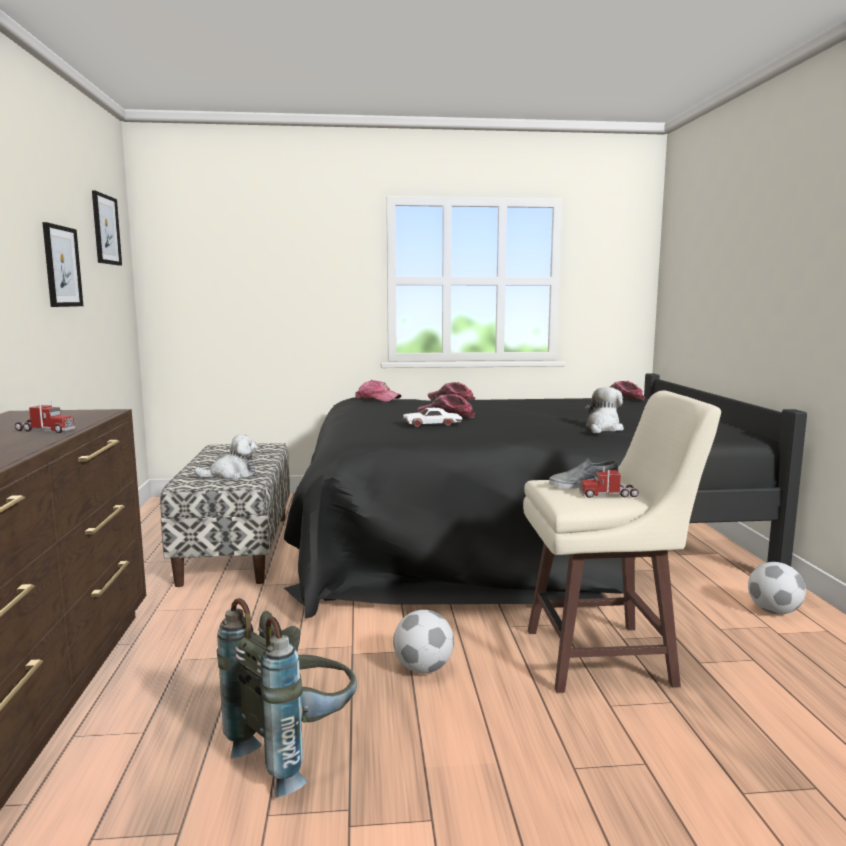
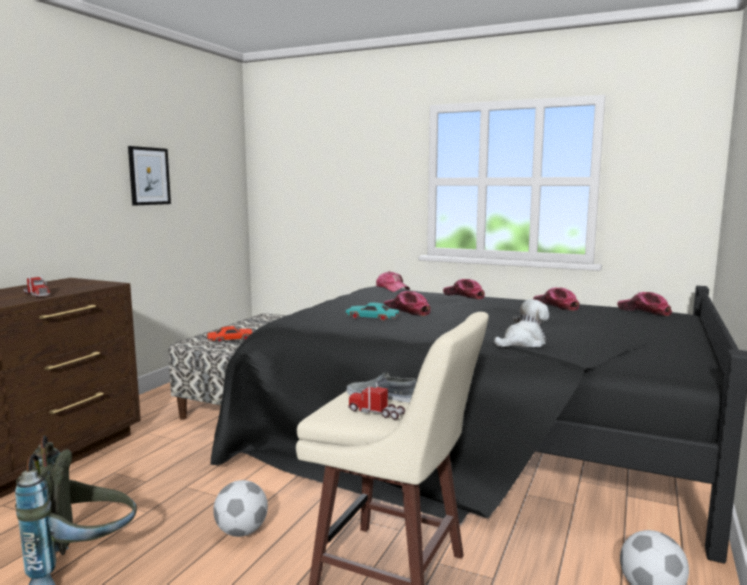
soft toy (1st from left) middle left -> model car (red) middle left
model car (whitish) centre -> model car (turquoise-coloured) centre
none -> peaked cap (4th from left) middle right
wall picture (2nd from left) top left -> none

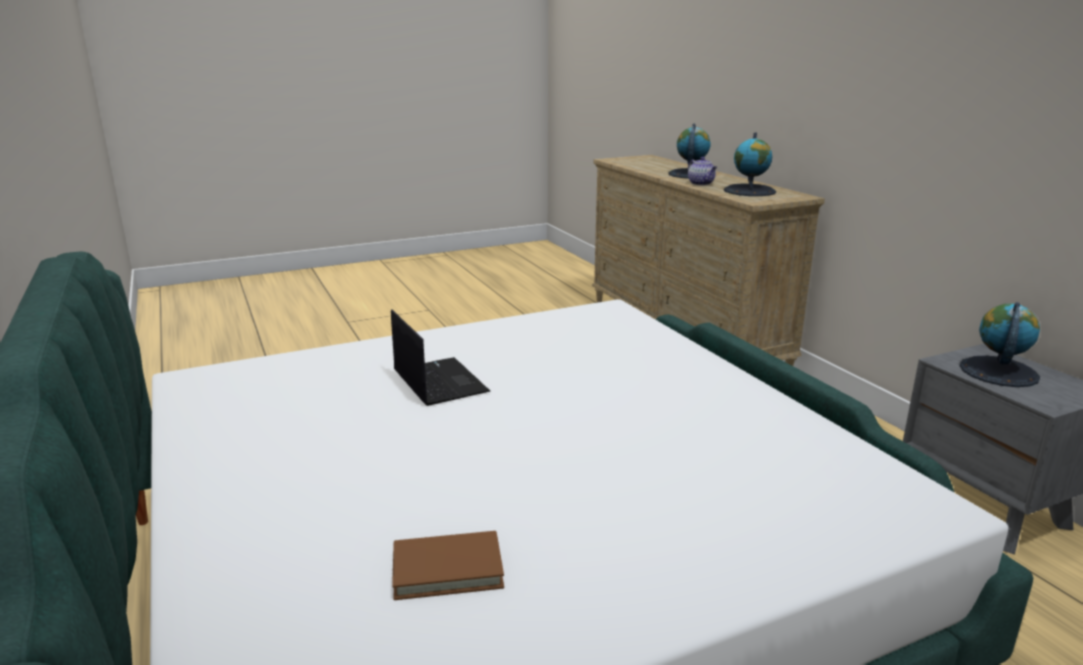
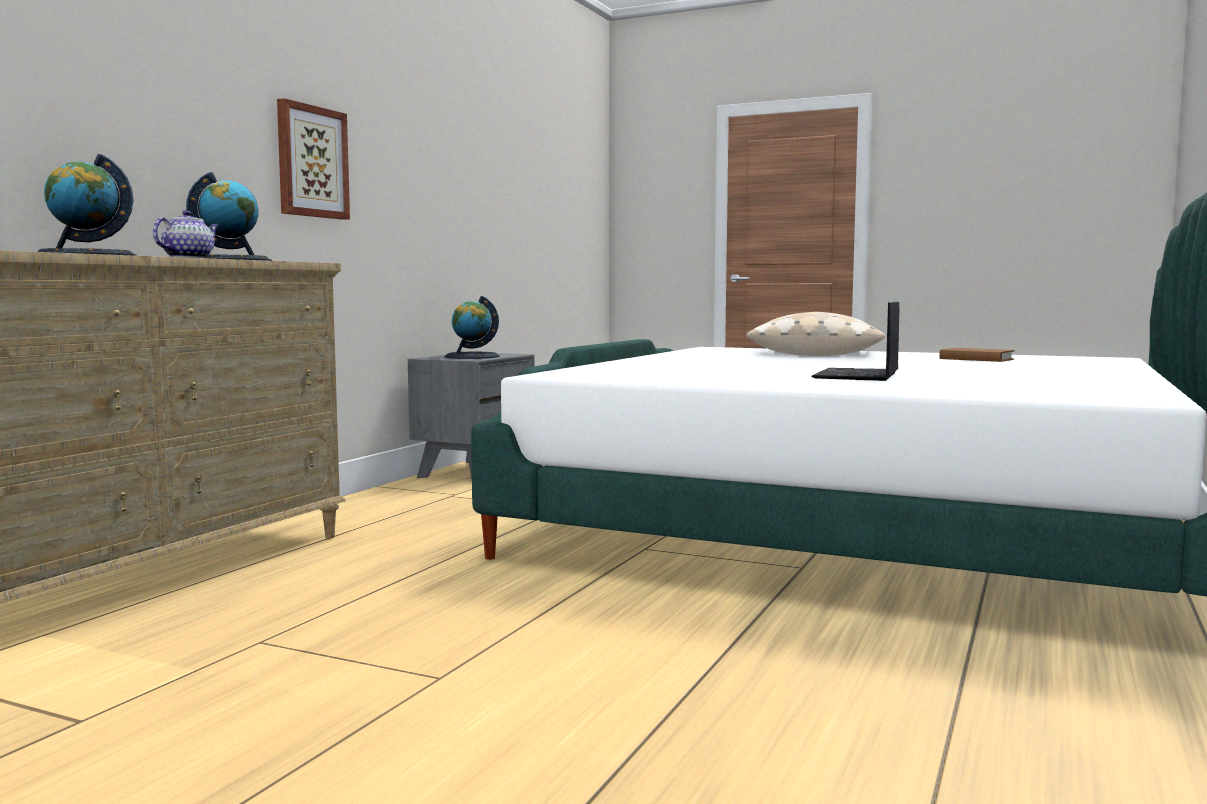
none -> wall picture top left
none -> throw pillow (beige) middle right

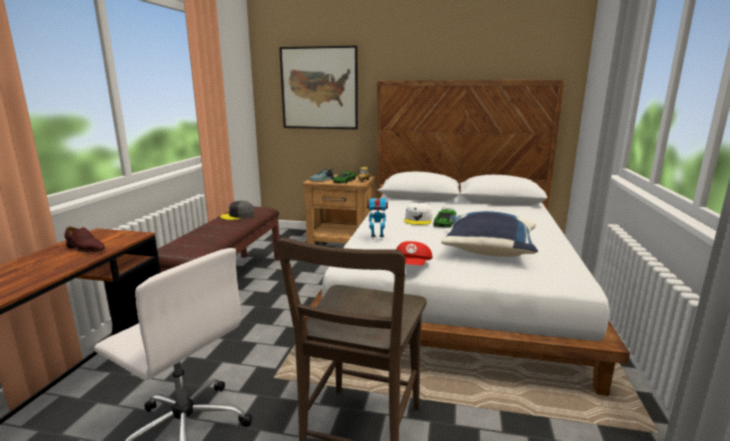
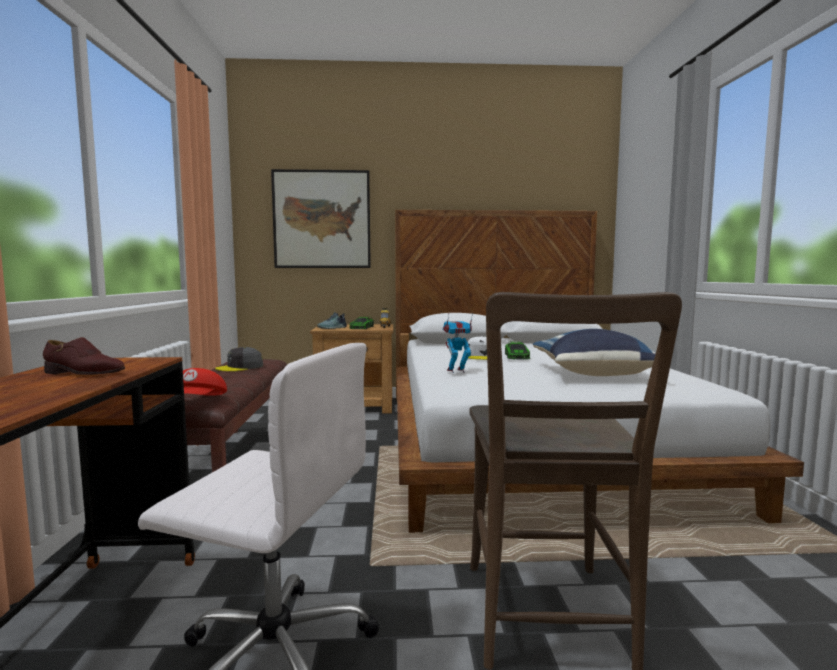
peaked cap (red) centre -> peaked cap (red) middle left, moved

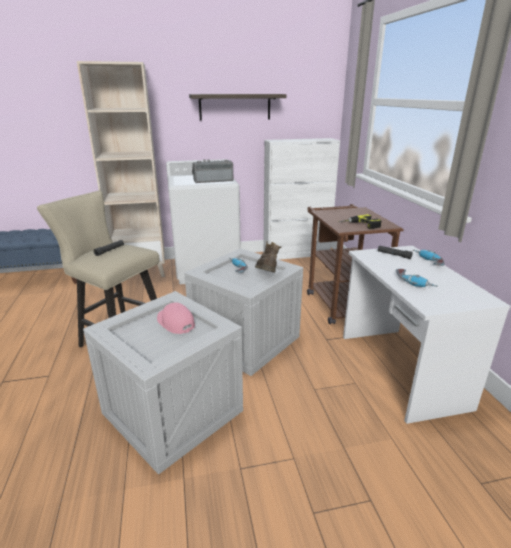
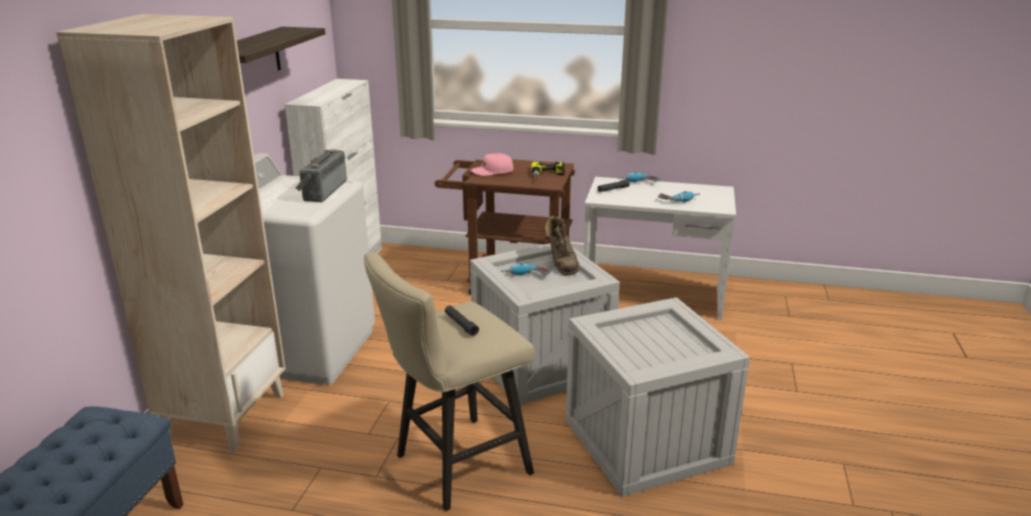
peaked cap (pink-coloured) centre -> peaked cap (pink-coloured) top centre, moved
high-top boot (brownish) centre, 120 degrees counterclockwise

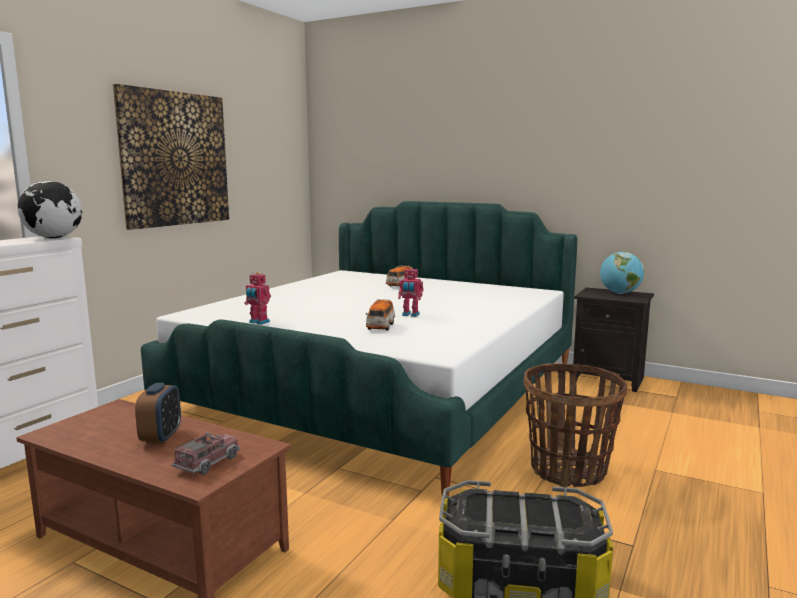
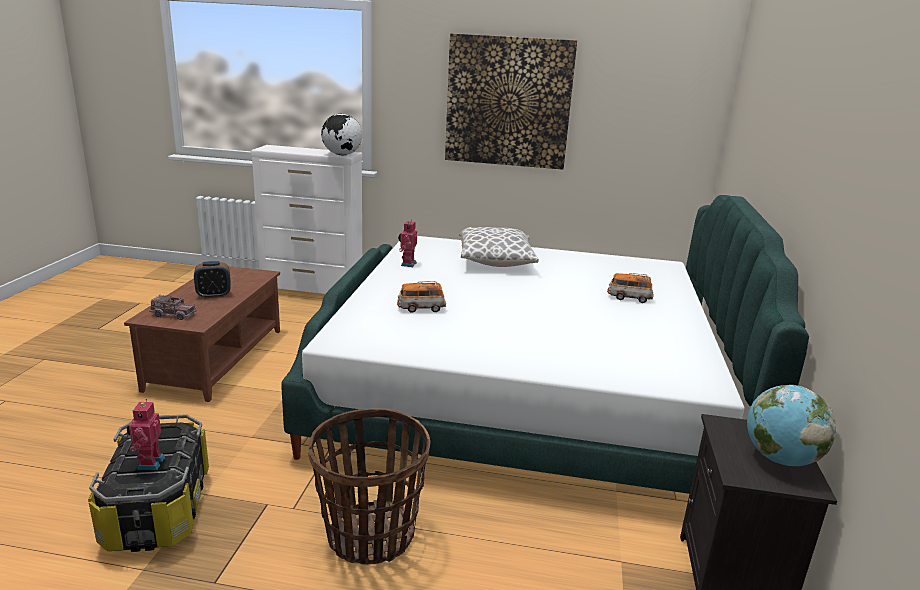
toy robot (2nd from left in the first image) centre -> toy robot (1st from left) bottom left, moved
none -> throw pillow centre

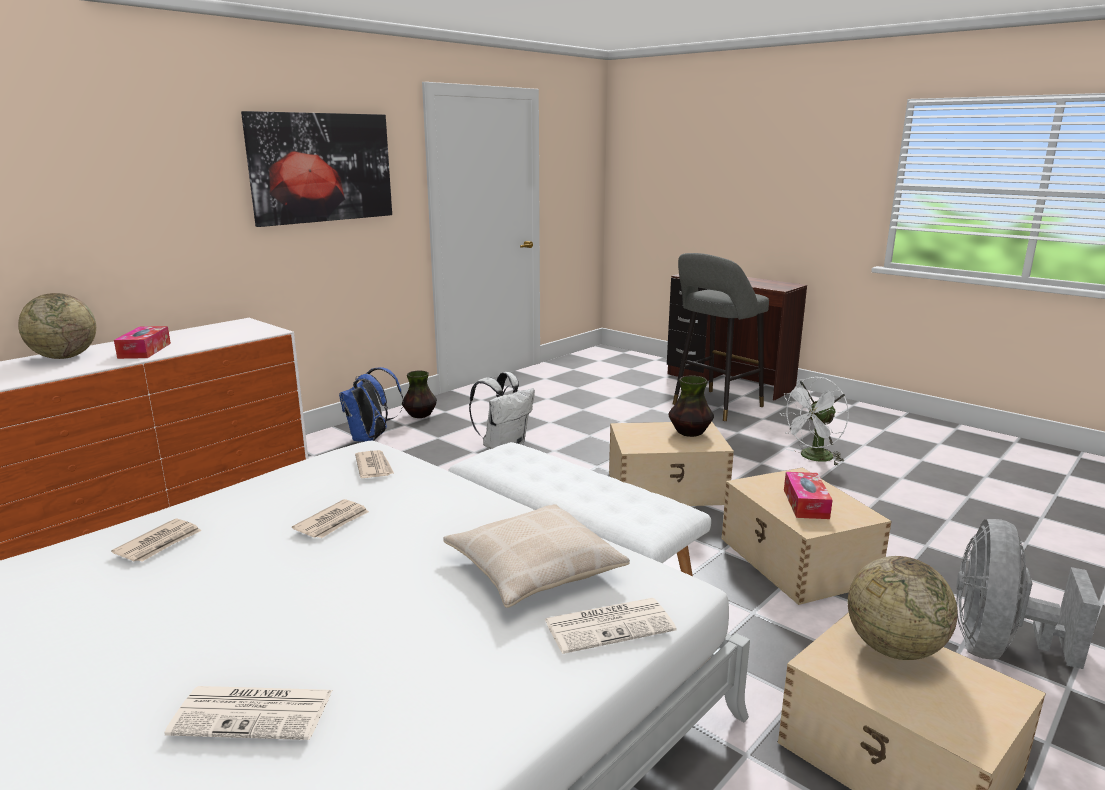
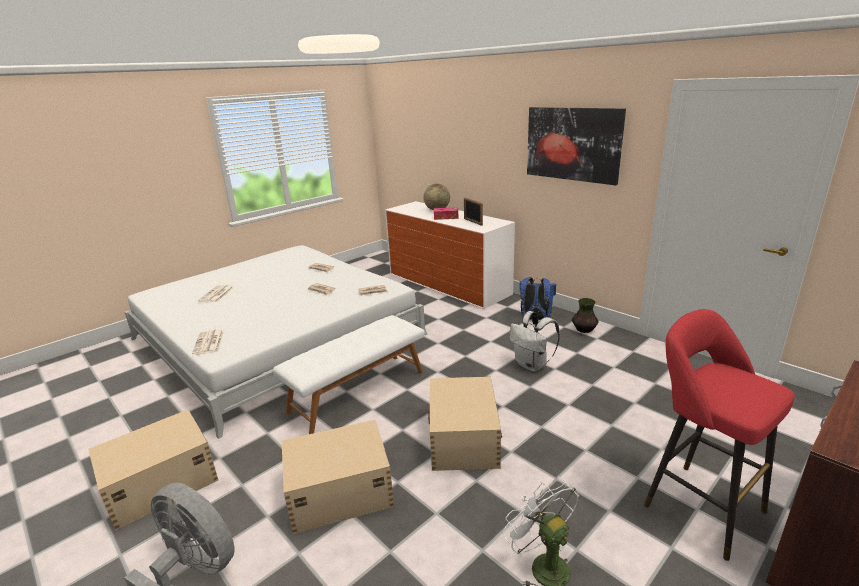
none -> photo frame centre
stool (grey) centre -> stool (red) bottom right
throw pillow (beige) bottom centre -> none
vase (2nd from left) centre -> none
tissue box (2nd from left) middle right -> none
world globe (2nd from left) bottom right -> none

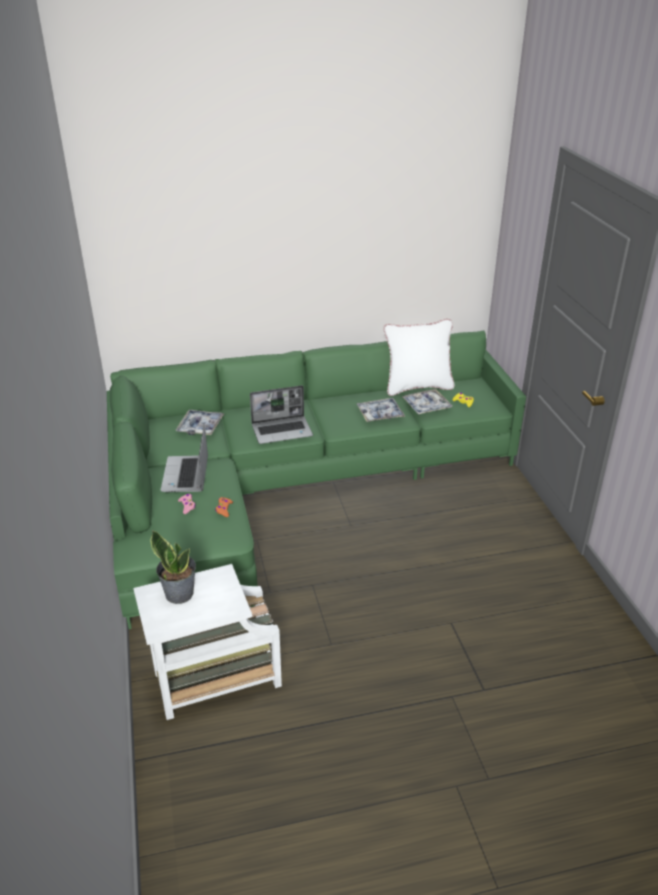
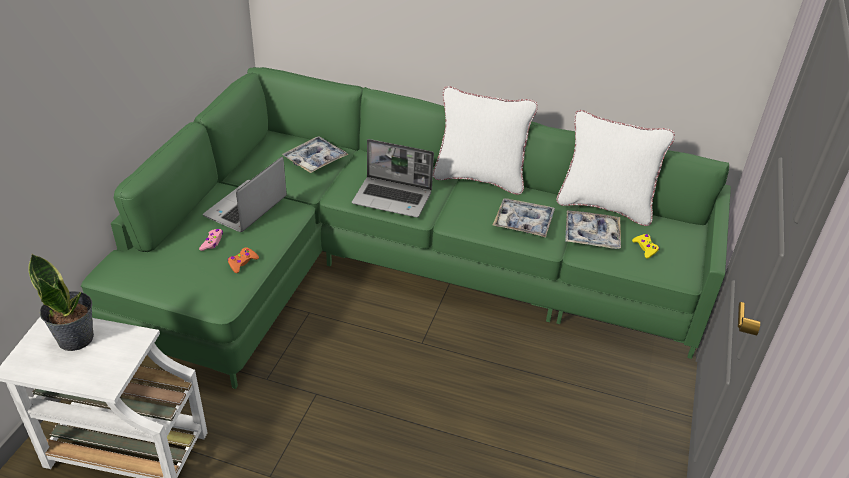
none -> throw pillow (whitish) (1st from left) top centre

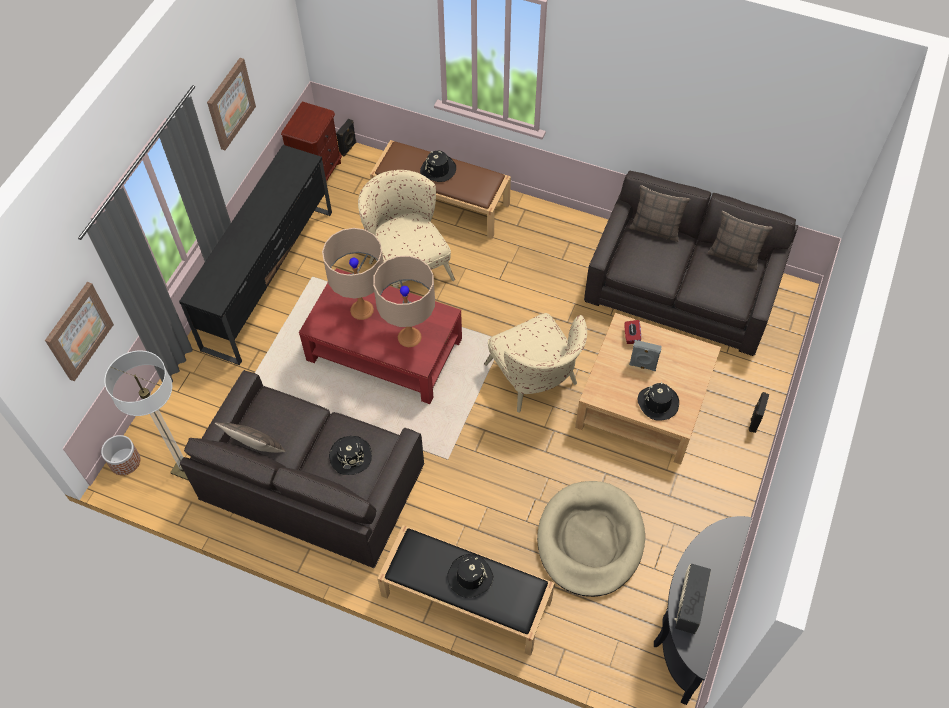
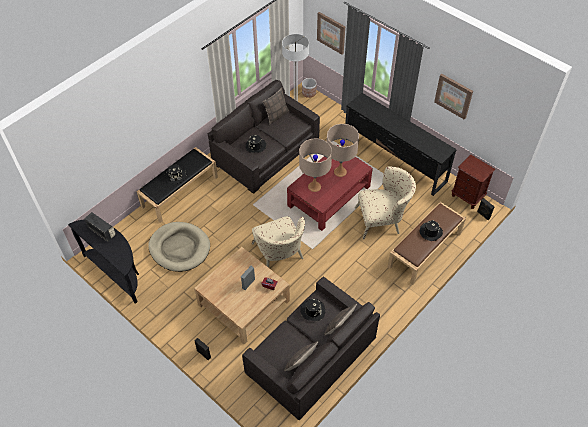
lounge chair (beige) (2nd from left in the first image) centre -> lounge chair (beige) (1st from left) centre, 105 degrees counterclockwise
clothing hat (blackish) (4th from left in the first image) middle right -> clothing hat (blackish) (3rd from left) bottom centre, moved

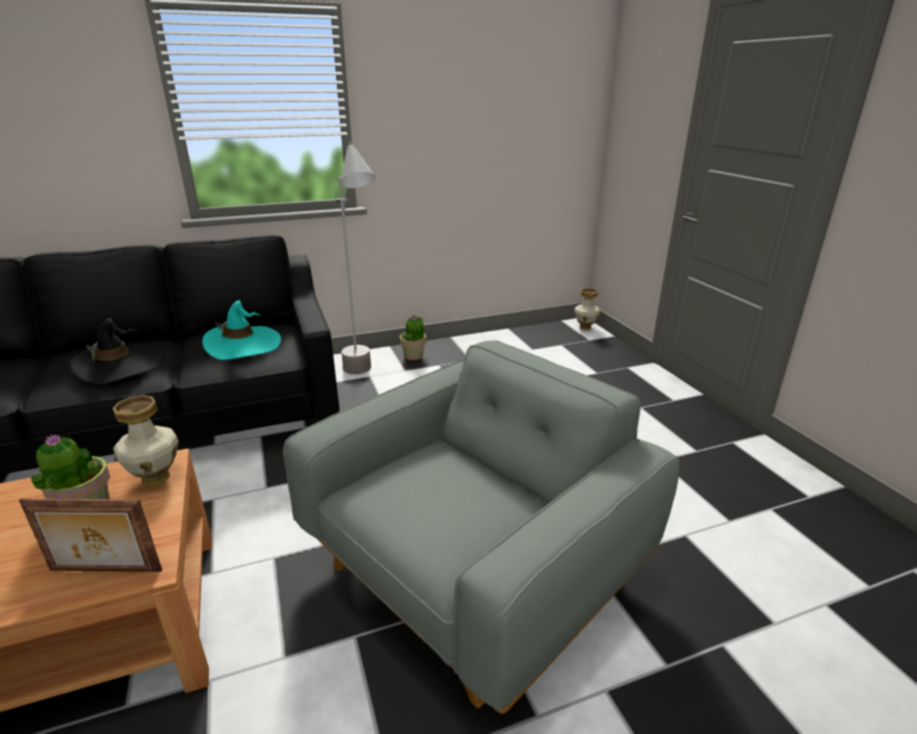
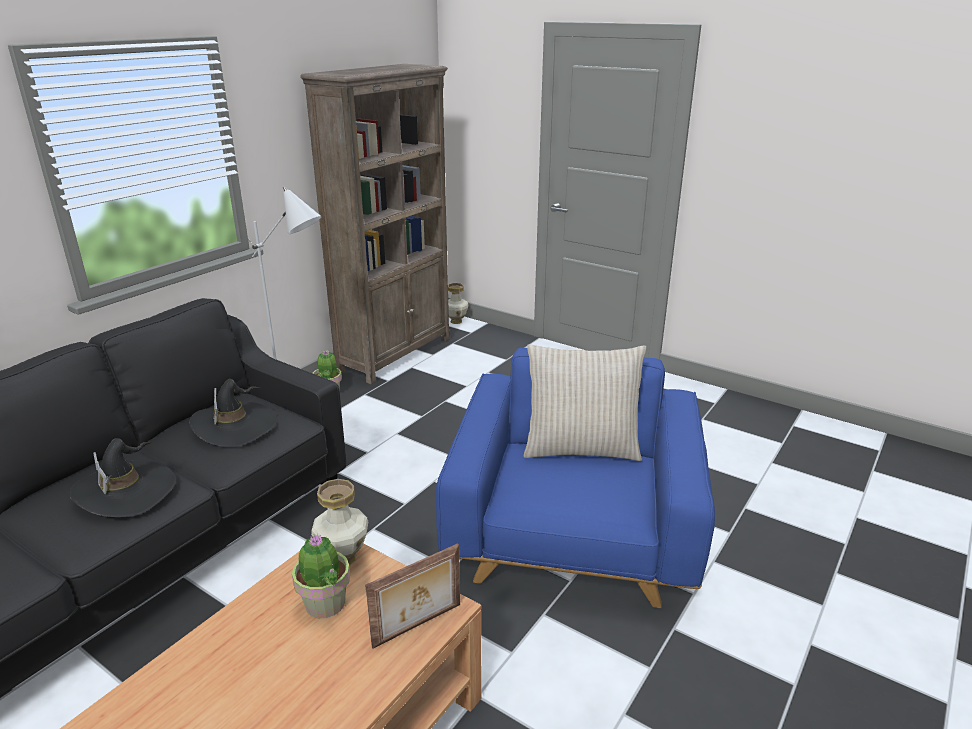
clothing hat (turquoise-coloured) middle left -> clothing hat (blackish) (2nd from left) middle left
none -> bookshelf (brownish) top centre
lounge chair (grey) bottom centre -> lounge chair (blue-coloured) centre
none -> throw pillow (beige) centre

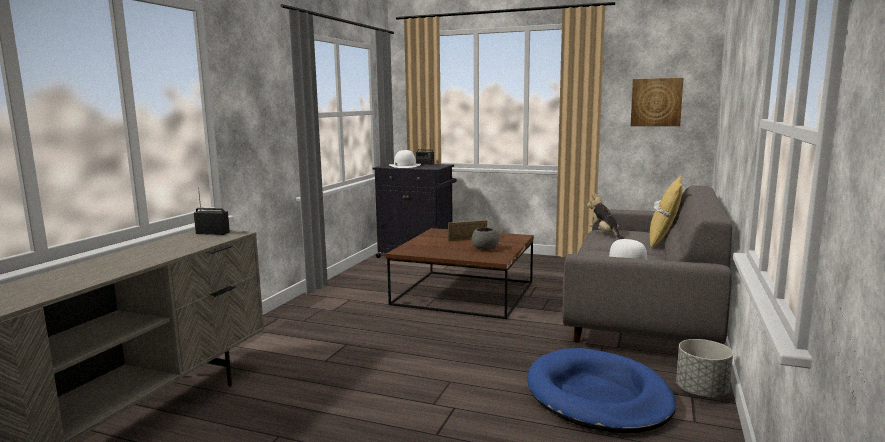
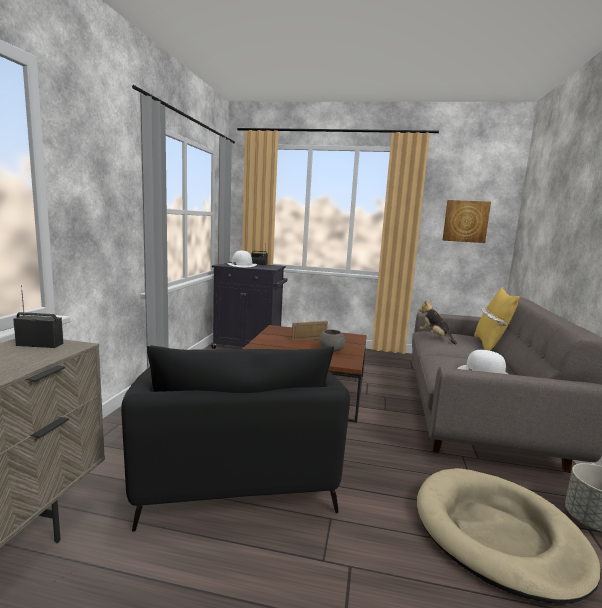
none -> lounge chair (blackish) bottom centre
dog bed (blue-coloured) bottom right -> dog bed (beige) bottom right

